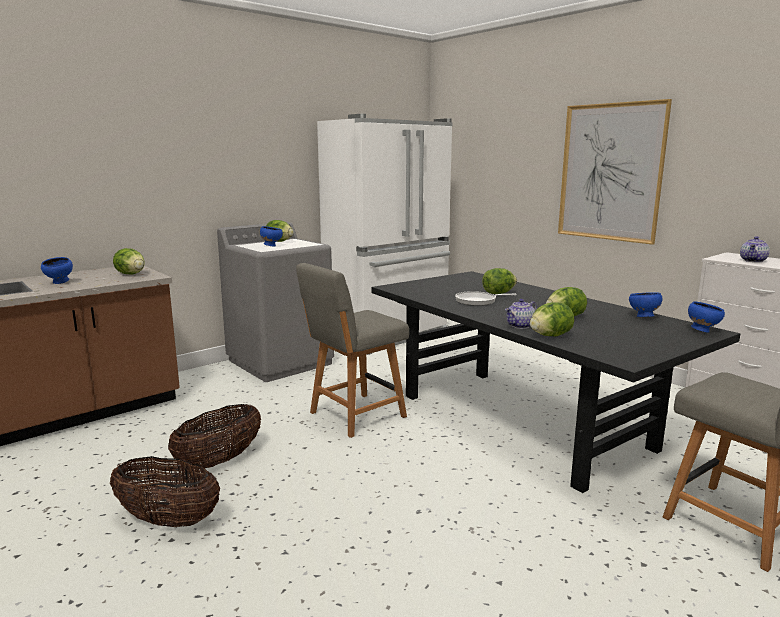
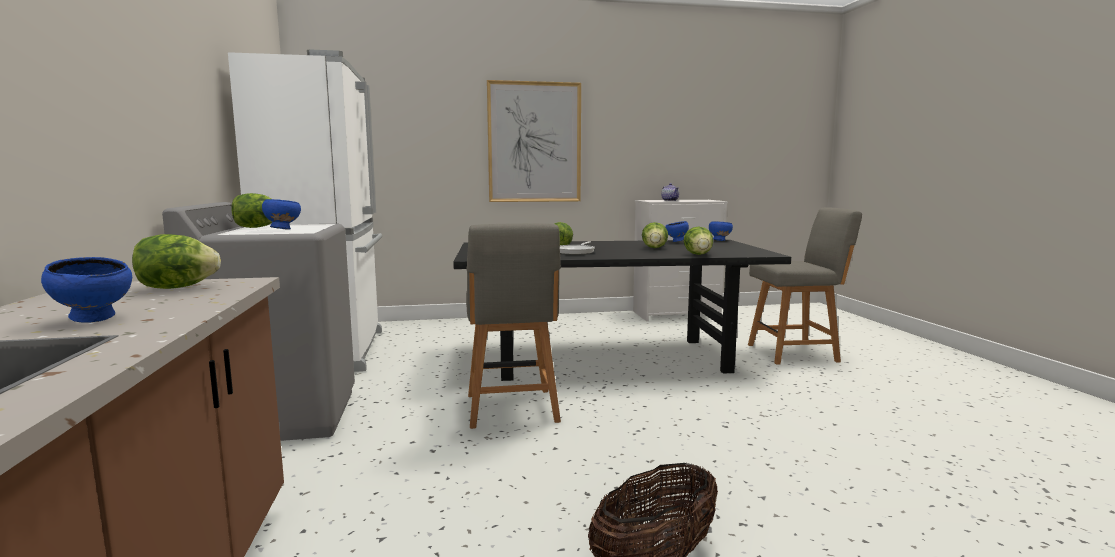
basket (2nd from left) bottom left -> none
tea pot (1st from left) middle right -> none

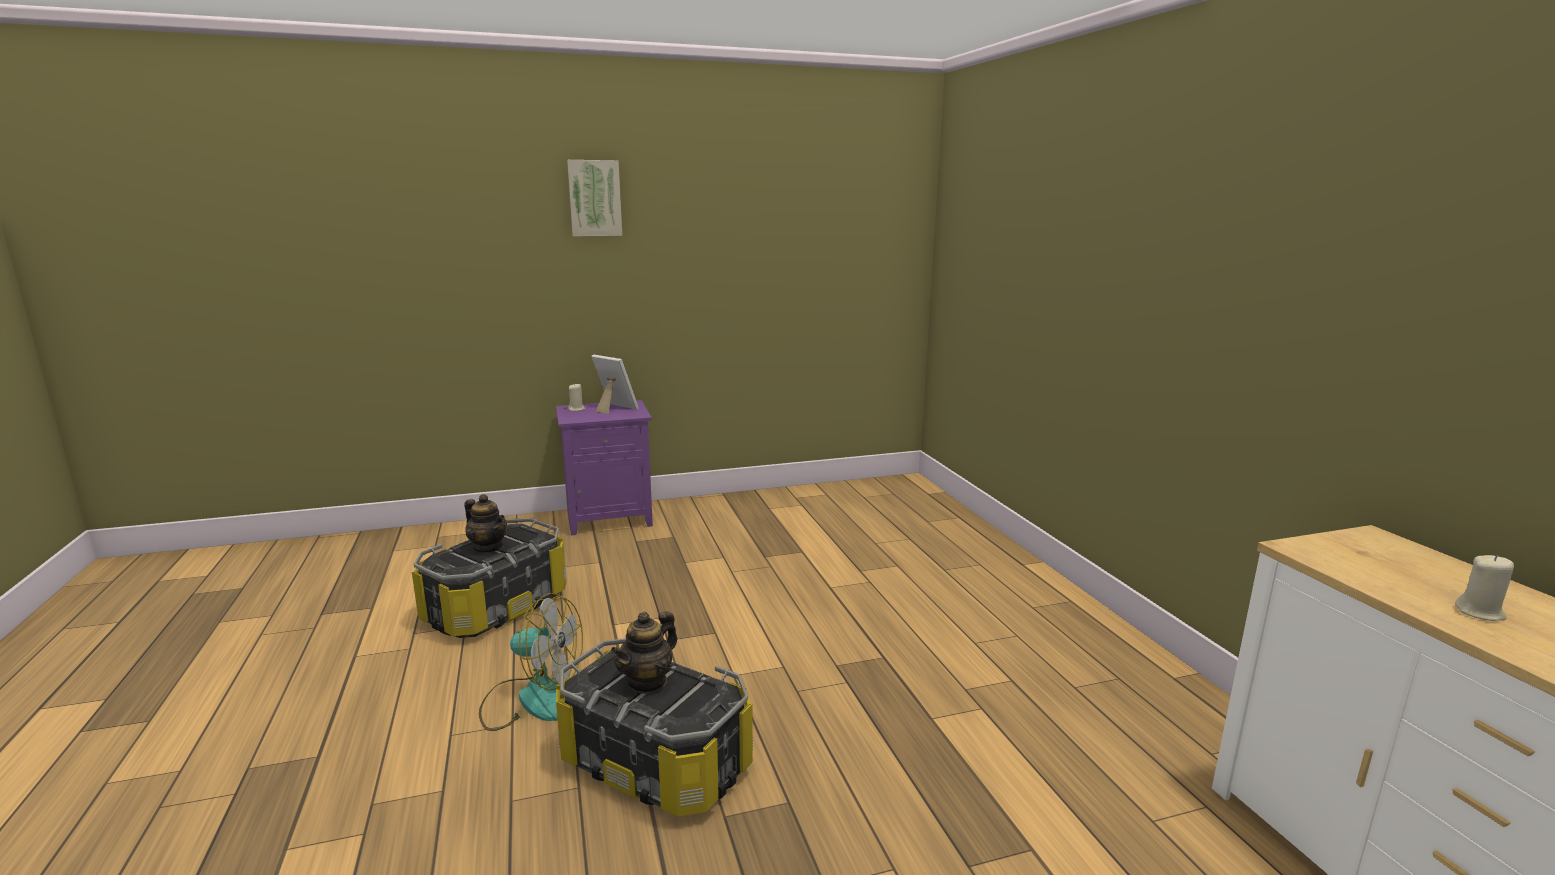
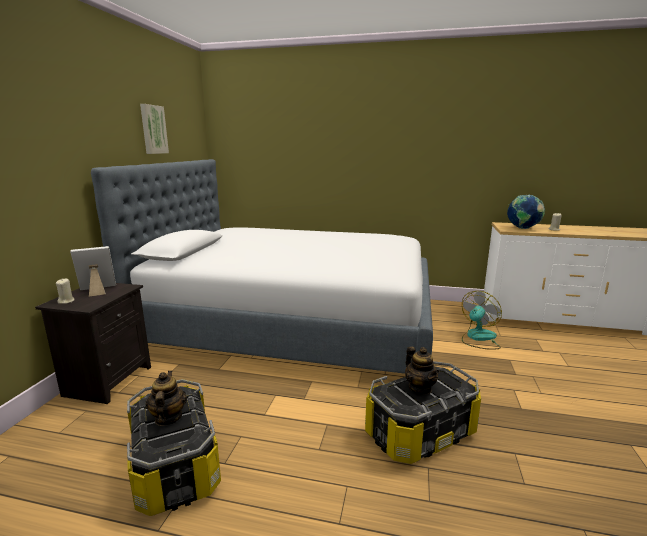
nightstand (purple) centre -> nightstand (blackish) middle left
none -> bed centre
wall picture top centre -> wall picture top left, moved
tea pot (1st from left) middle left -> tea pot (1st from left) bottom left, 75 degrees counterclockwise
cooling fan bottom centre -> cooling fan middle right, moved
none -> world globe middle right

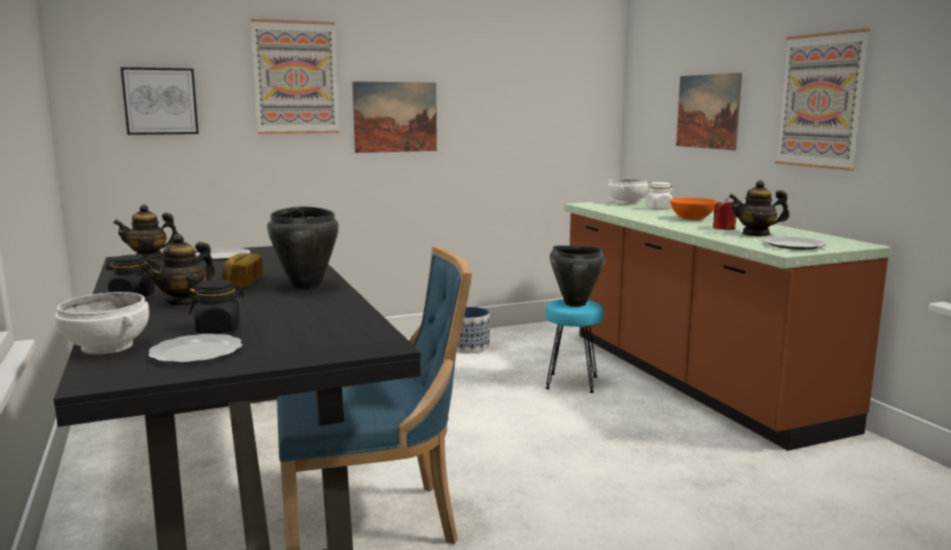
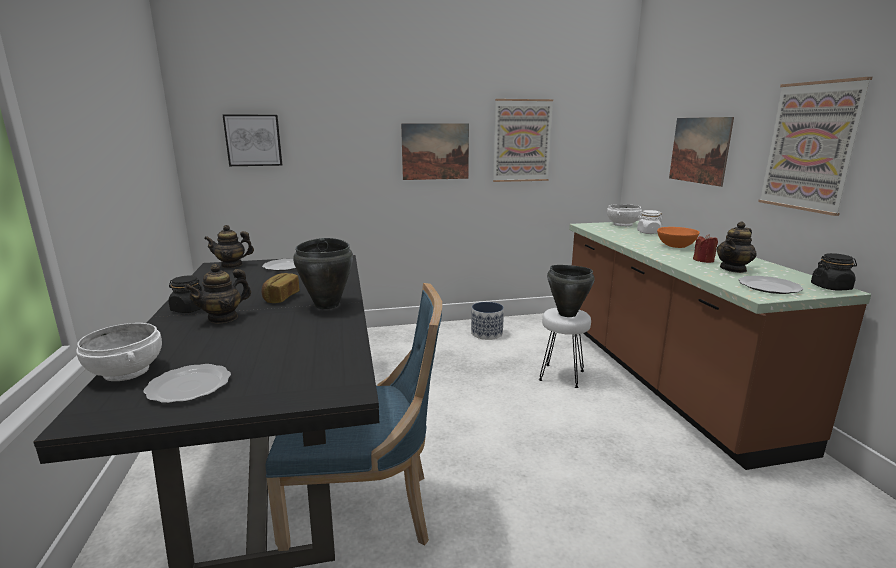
wall picture (2nd from left in the first image) top left -> wall picture (3rd from left) top centre, moved
stool (turquoise-coloured) centre -> stool (whitish) centre
tea pot (3rd from left) middle right, 60 degrees counterclockwise
storage jar (blackish) (2nd from left) middle left -> storage jar (blackish) (2nd from left) middle right, moved

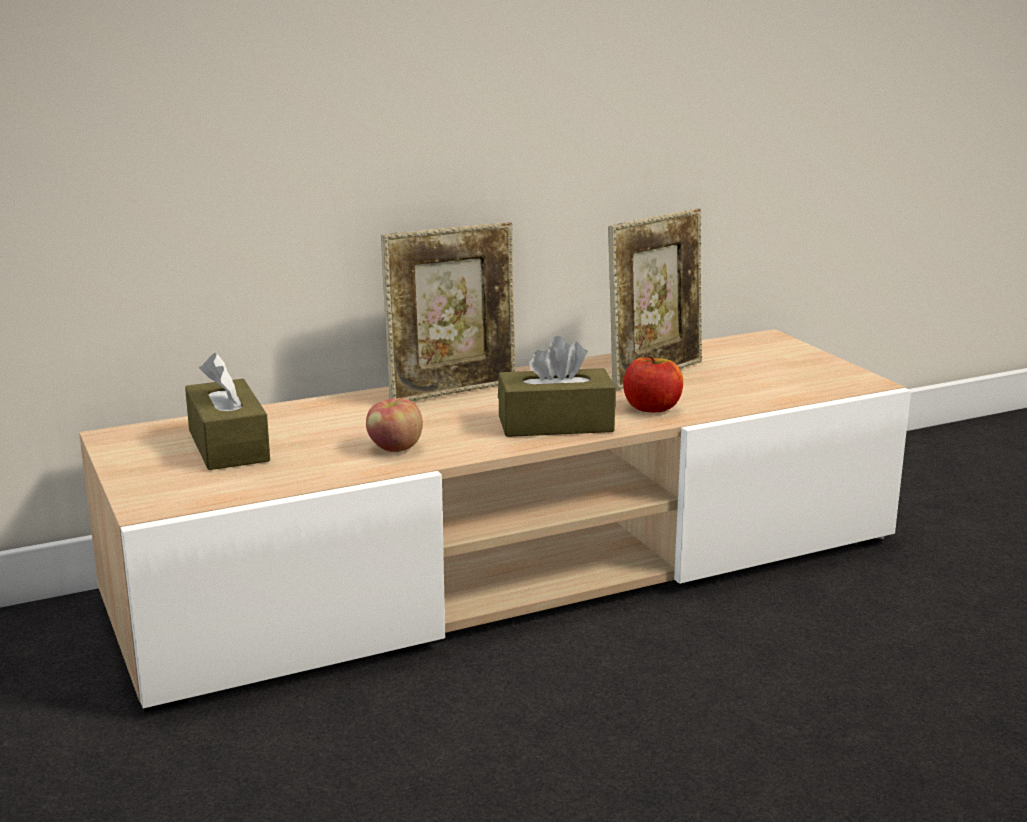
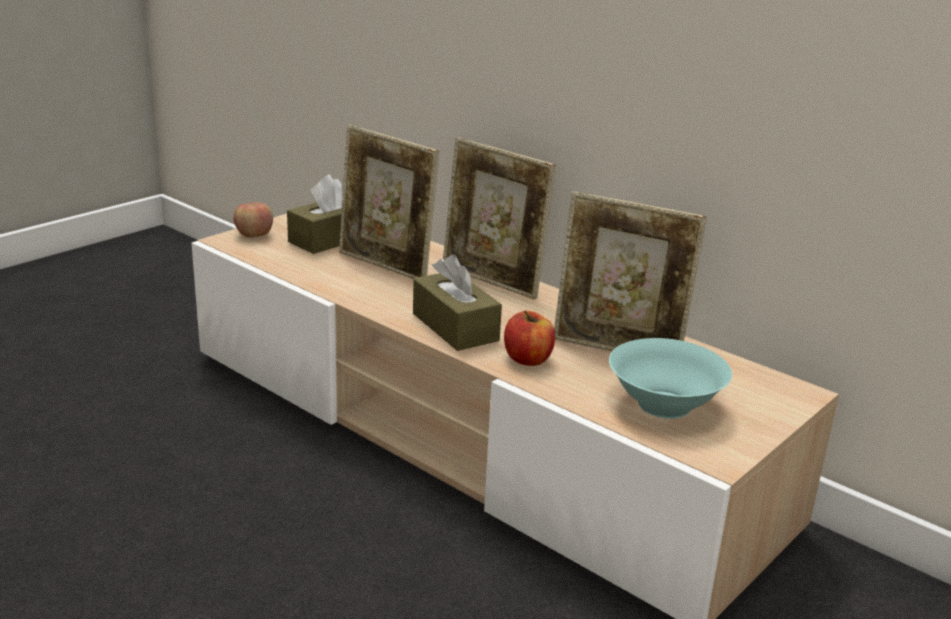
apple fruit (1st from left) centre -> apple fruit (1st from left) middle left, moved
none -> photo frame (1st from left) top centre
none -> deep dish (turquoise-coloured) middle right

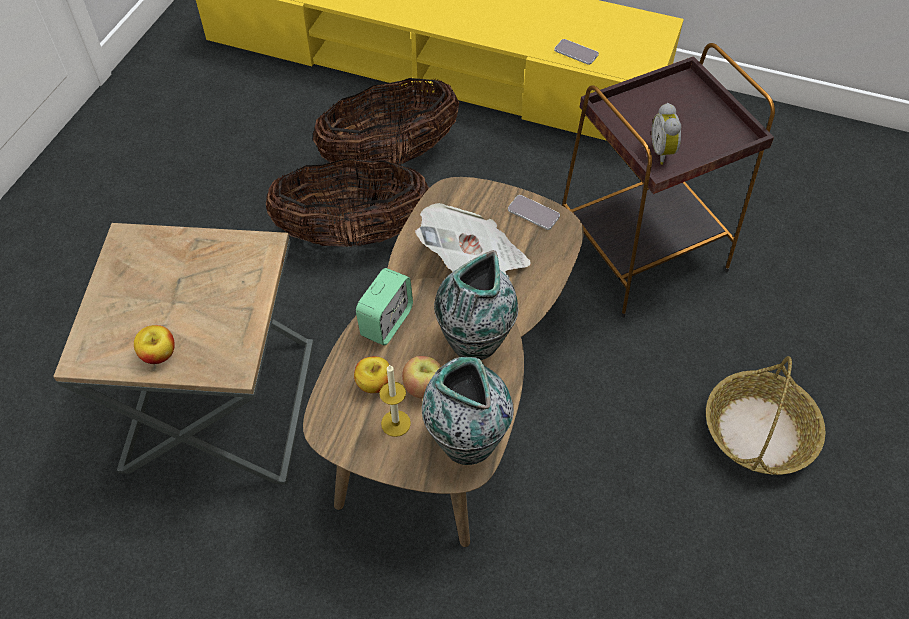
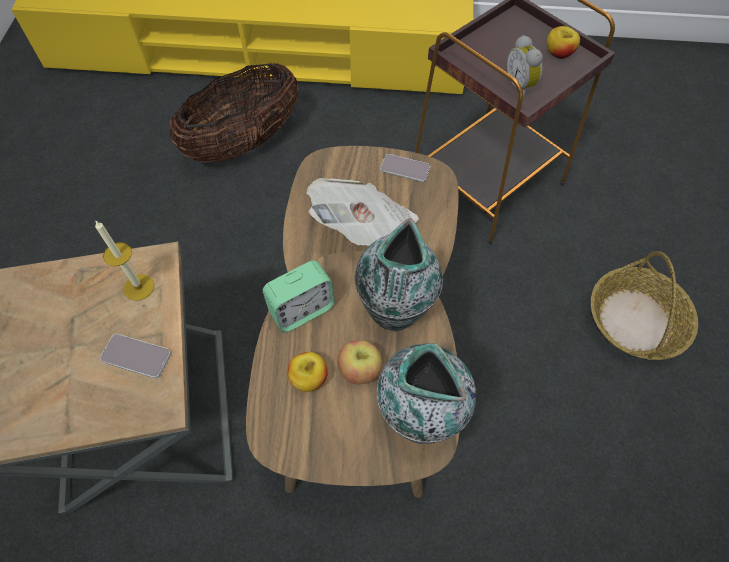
candle centre -> candle middle left, moved
handset (2nd from left in the first image) top centre -> handset (1st from left) middle left, moved
table clock (1st from left) centre, 45 degrees clockwise
apple fruit (1st from left in the first image) middle left -> apple fruit (3rd from left) top right, moved
basket (1st from left) top centre -> none

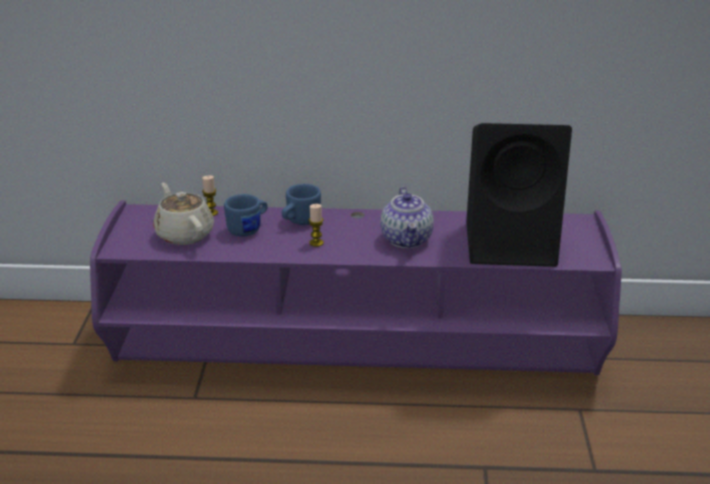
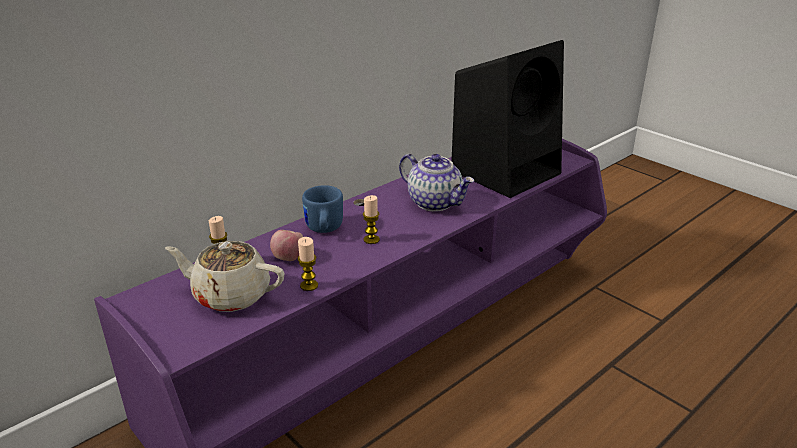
tea mug (blue-coloured) (1st from left) centre -> apple fruit centre
none -> candle (2nd from left) centre

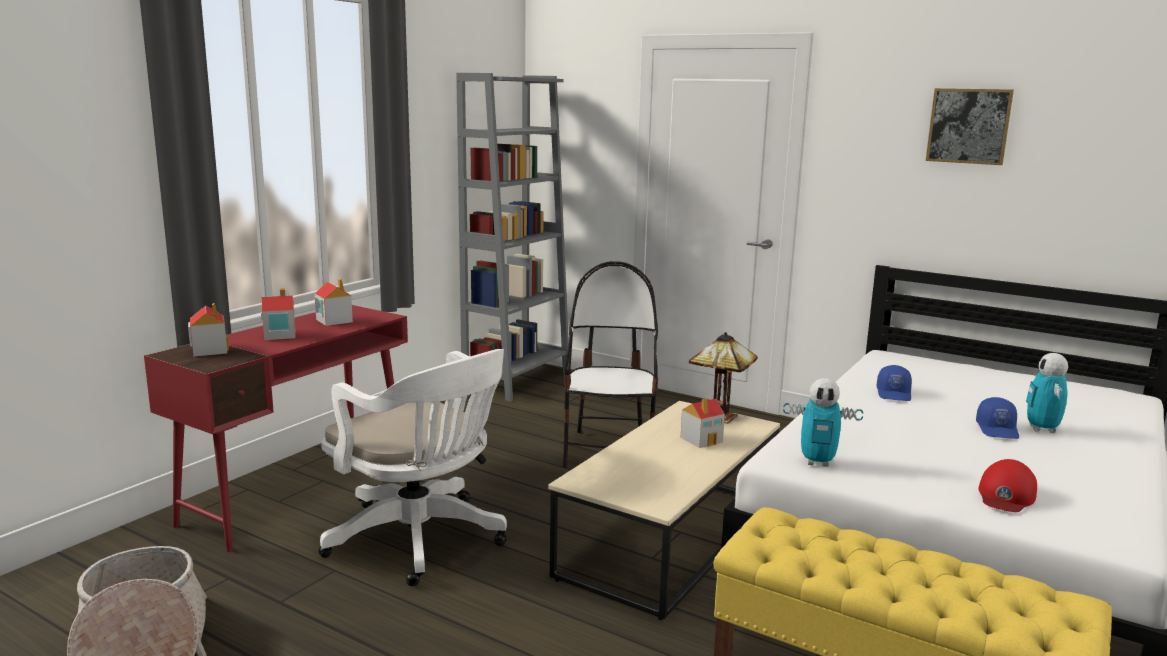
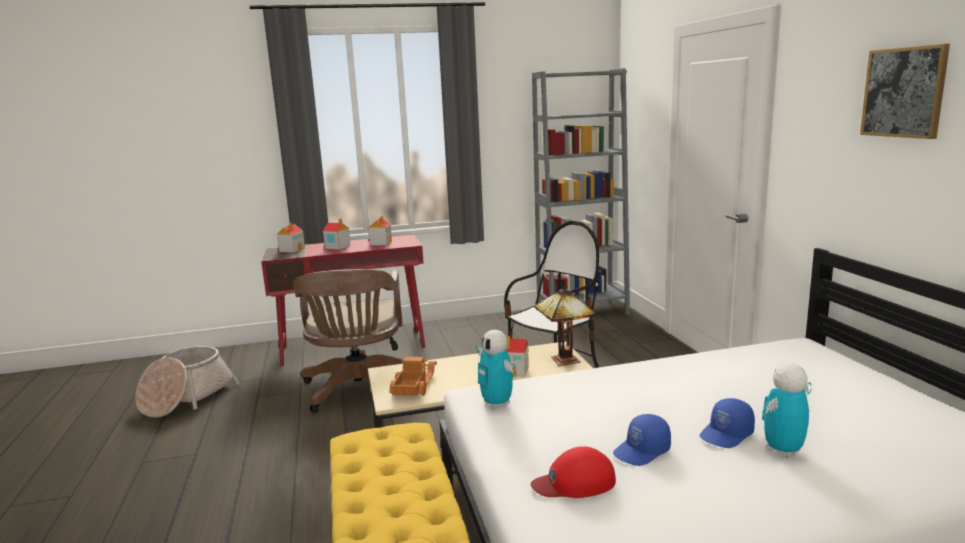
computer chair (whitish) bottom centre -> computer chair (brownish) centre
none -> model truck bottom centre
peaked cap (blue-coloured) (1st from left) middle right -> peaked cap (blue-coloured) (1st from left) bottom centre, moved

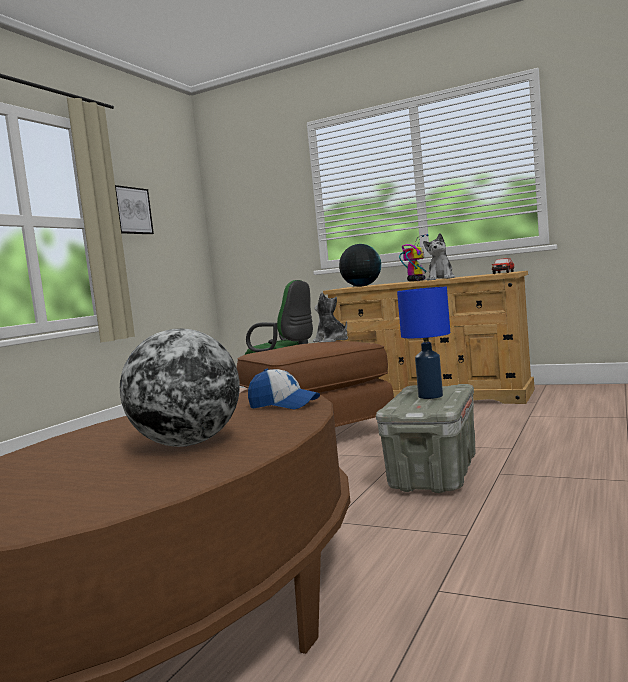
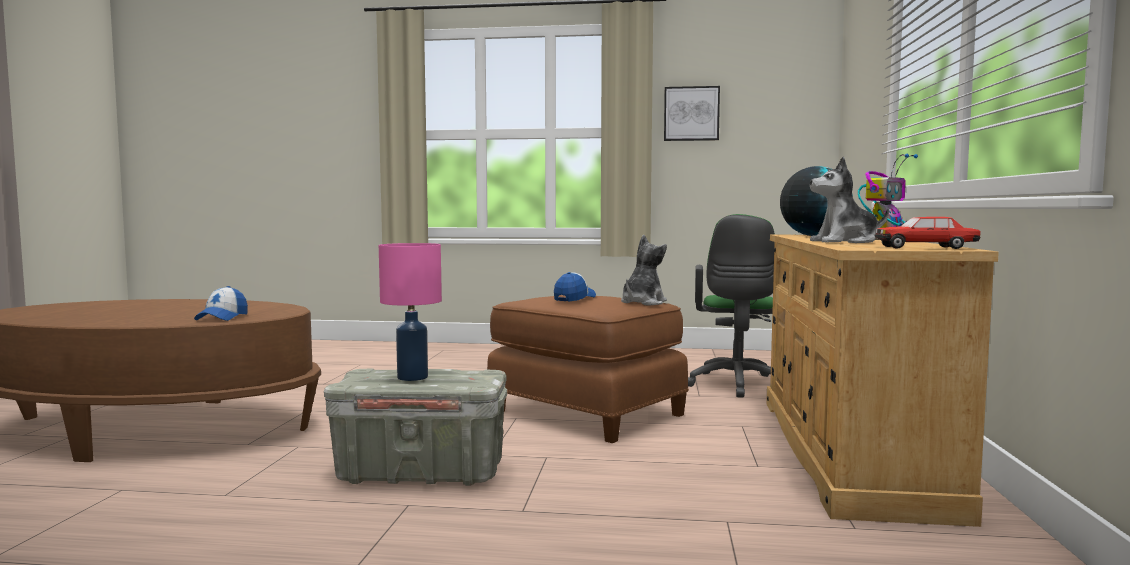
tabletop lamp (blue-coloured) middle right -> tabletop lamp (pink-coloured) centre
none -> peaked cap (2nd from left) centre
world globe (1st from left) middle left -> none

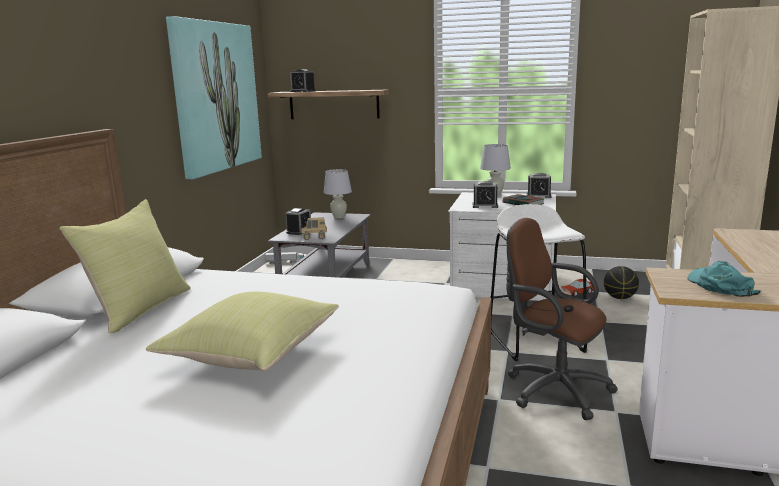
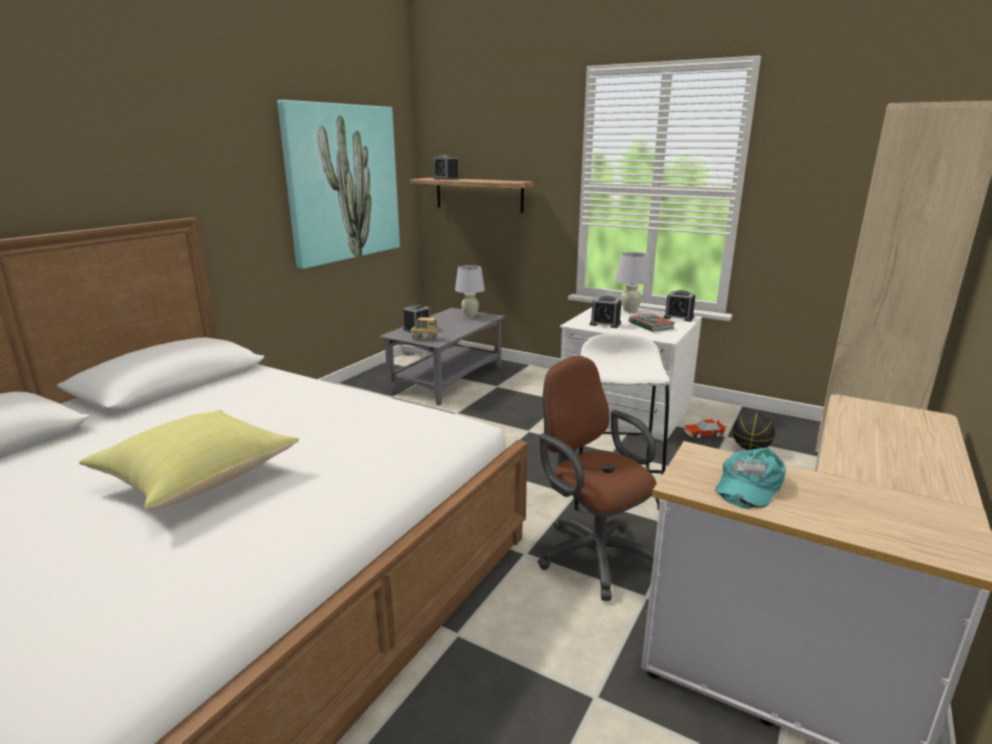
peaked cap (turquoise-coloured) middle right, 150 degrees counterclockwise
throw pillow (yellow-coloured) (1st from left) middle left -> none

